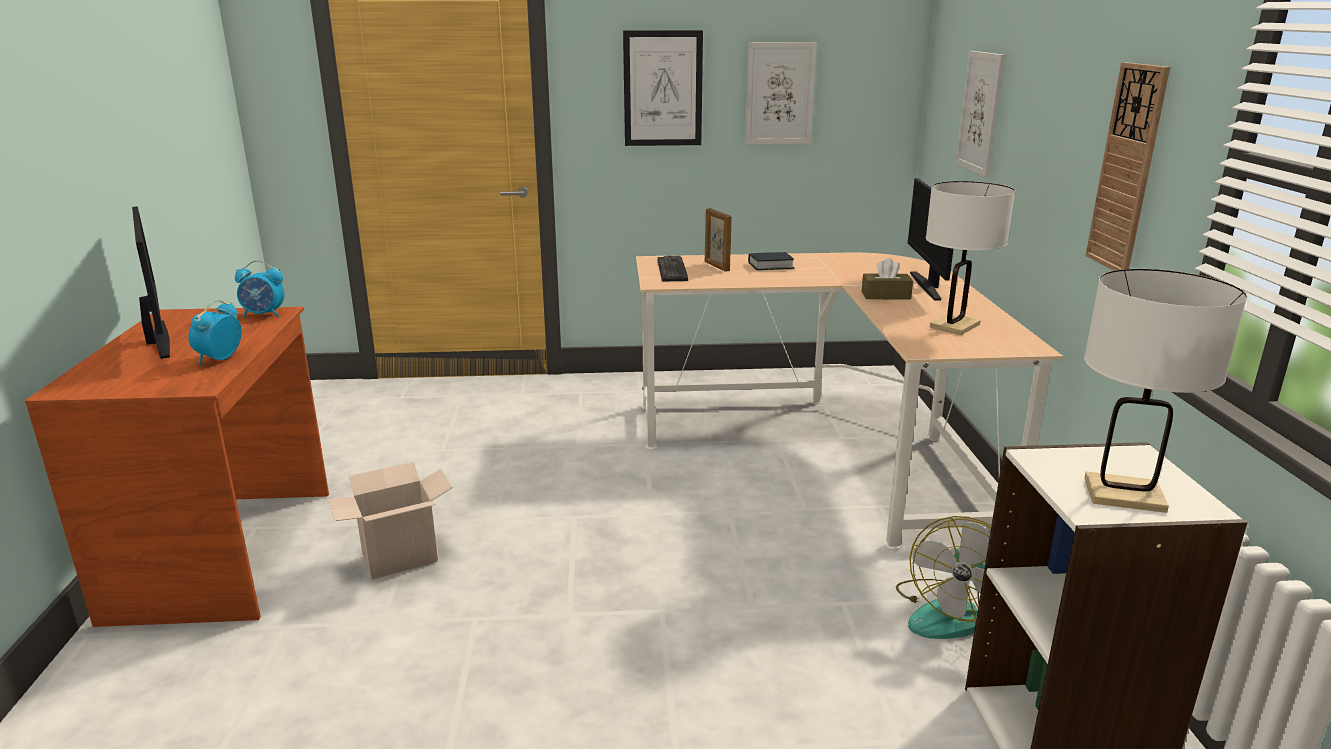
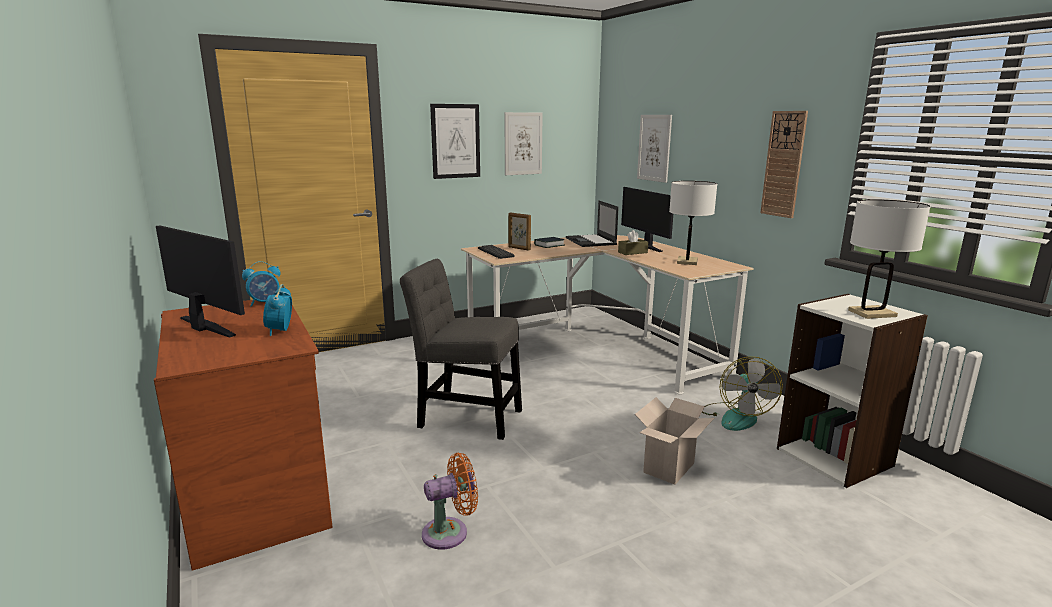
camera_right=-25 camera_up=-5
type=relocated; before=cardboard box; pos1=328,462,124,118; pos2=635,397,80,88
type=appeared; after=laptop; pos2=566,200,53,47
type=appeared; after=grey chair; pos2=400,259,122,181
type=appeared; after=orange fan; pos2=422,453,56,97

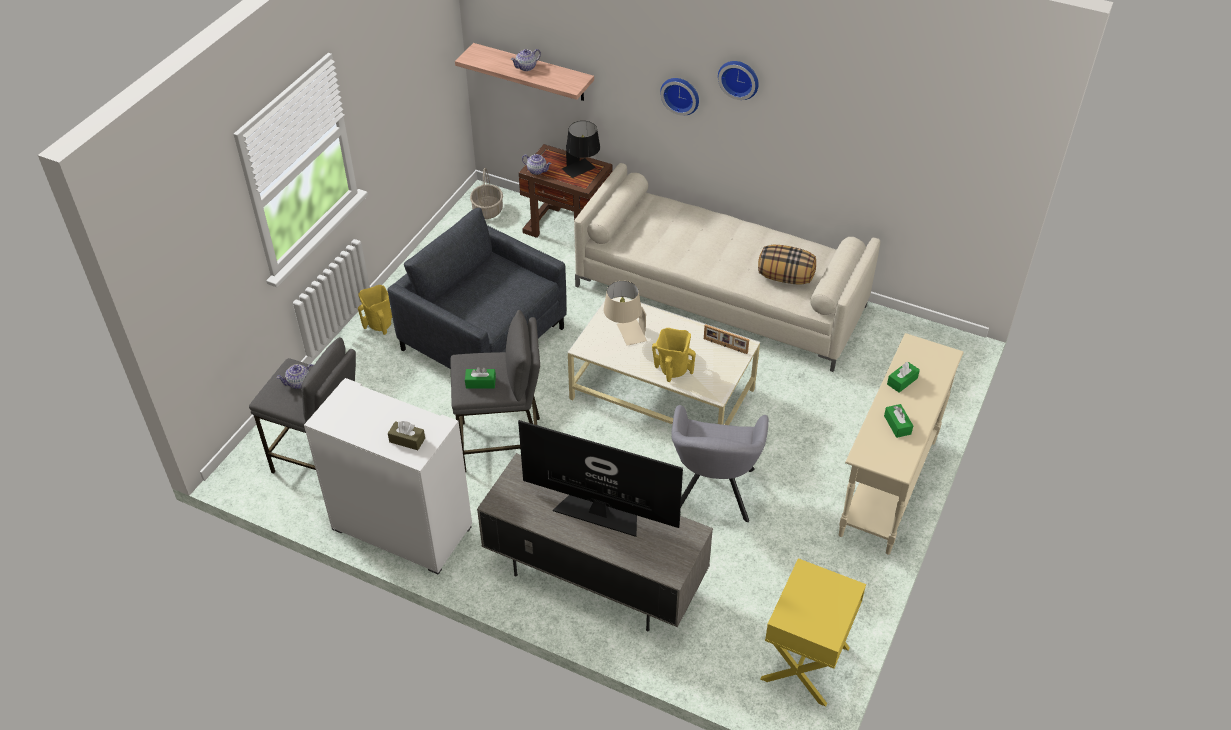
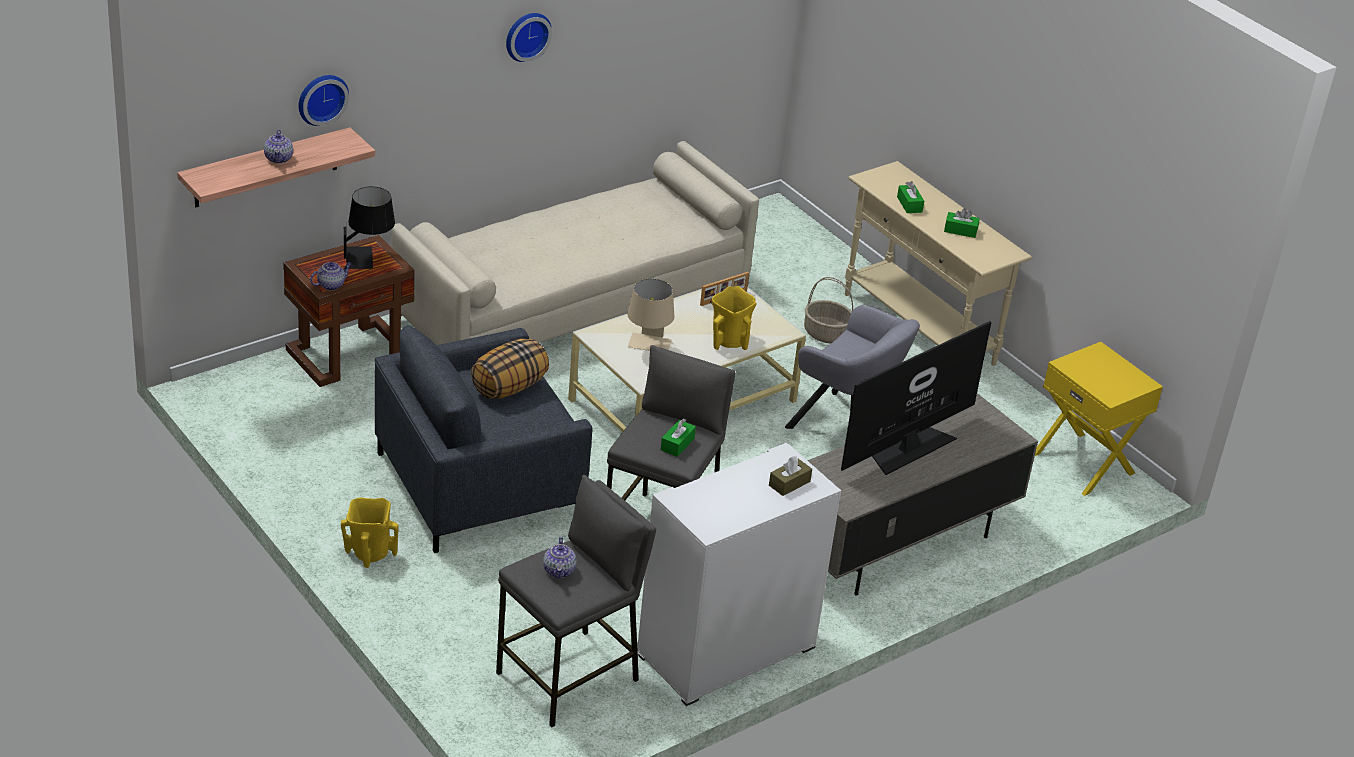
camera_right=-65 camera_up=-10
type=relocated; before=wall clock; pos1=660,78,39,38; pos2=299,75,50,51
type=relocated; before=basket; pos1=470,168,33,51; pos2=804,277,49,66
type=relocated; before=pillow; pos1=758,244,58,41; pos2=471,339,78,60

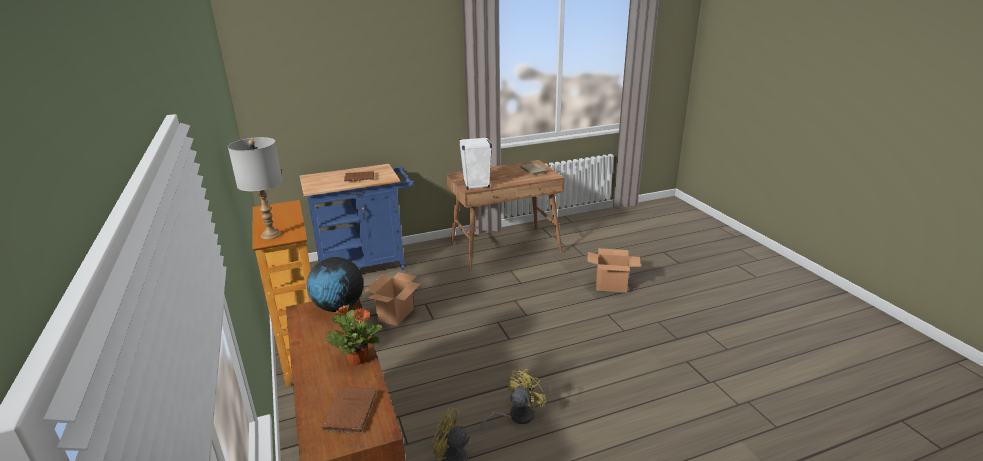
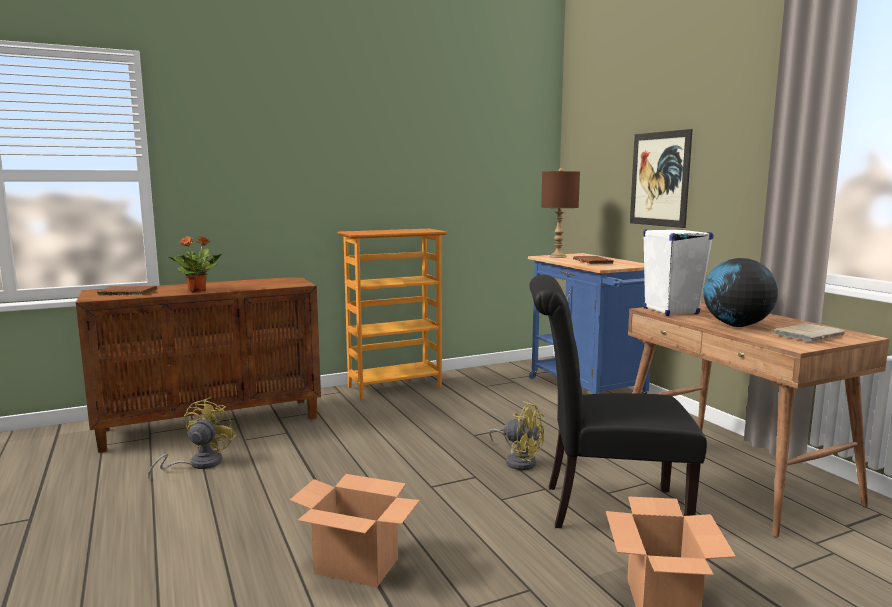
camera_right=85 camera_up=-15
type=missing; before=grey table lamp; pos1=228,137,55,103
type=relocated; before=globe; pos1=307,257,57,55; pos2=703,258,75,69
type=relocated; before=cardboard box; pos1=365,272,56,54; pos2=290,474,130,113
type=relocated; before=yellow fan; pos1=480,369,67,60; pos2=489,401,55,69
type=appeared; after=picture; pos2=630,129,63,99
type=appeared; after=brown table lamp; pos2=541,168,39,90
type=appeared; after=black chair; pos2=529,275,178,253

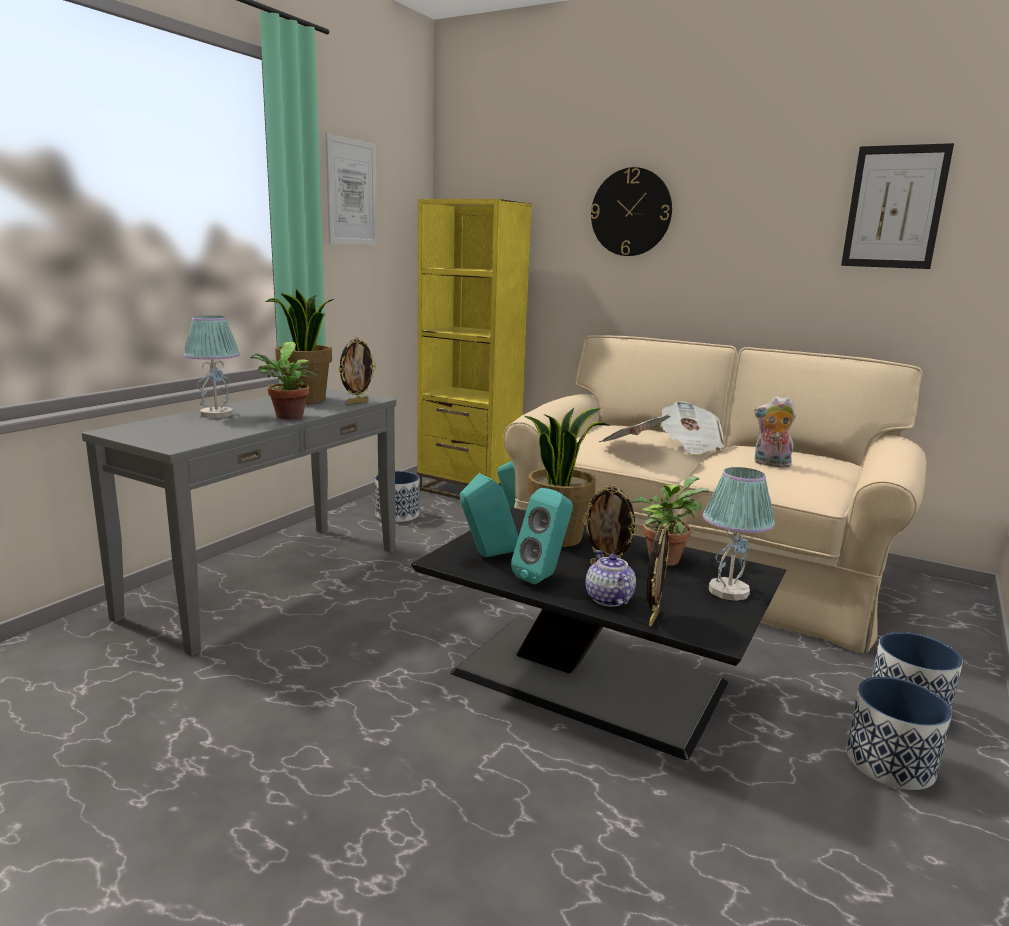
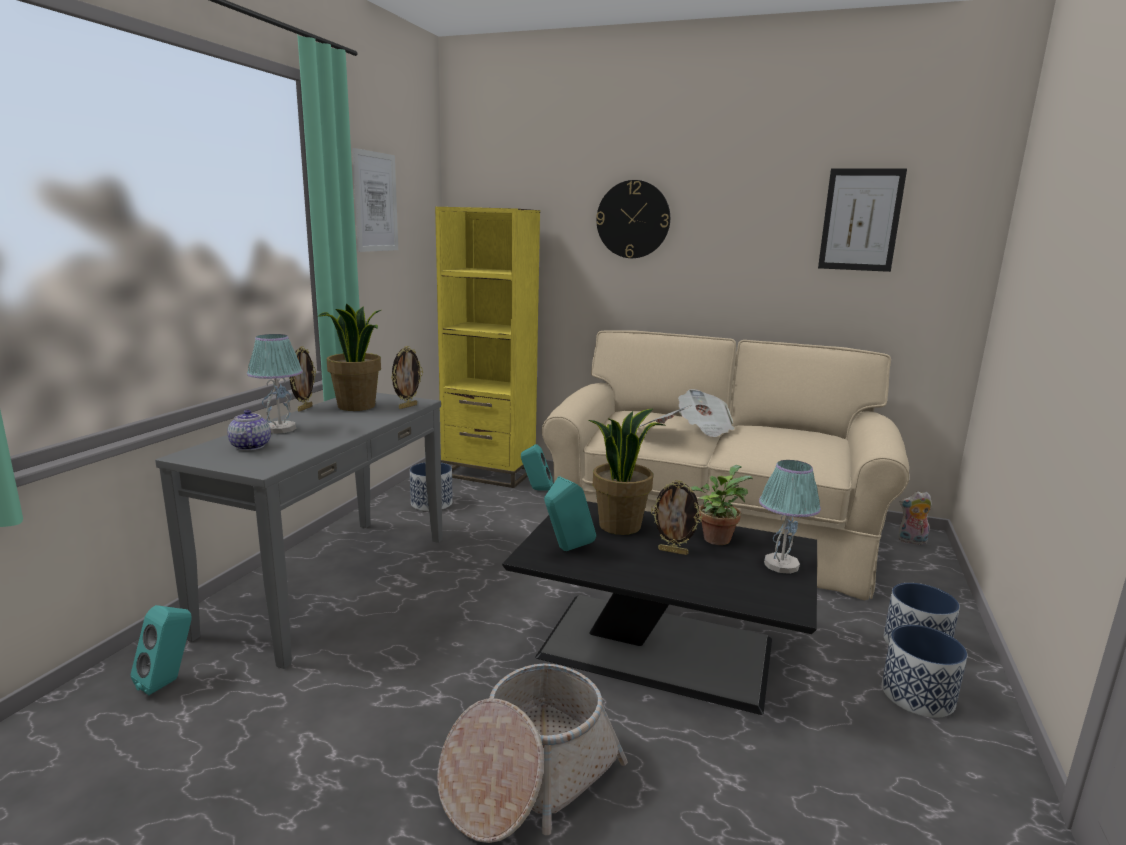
camera_right=-10 camera_up=0
type=missing; before=potted plant; pos1=250,342,68,78
type=relocated; before=plush toy; pos1=754,396,42,71; pos2=898,492,34,53
type=relocated; before=turquoise speaker; pos1=511,488,62,97; pos2=131,605,61,90
type=relocated; before=picture frame; pos1=647,523,22,104; pos2=289,346,27,66
type=relocated; before=teapot; pos1=585,550,51,57; pos2=227,410,44,41
type=appeared; after=basket; pos2=437,663,191,180

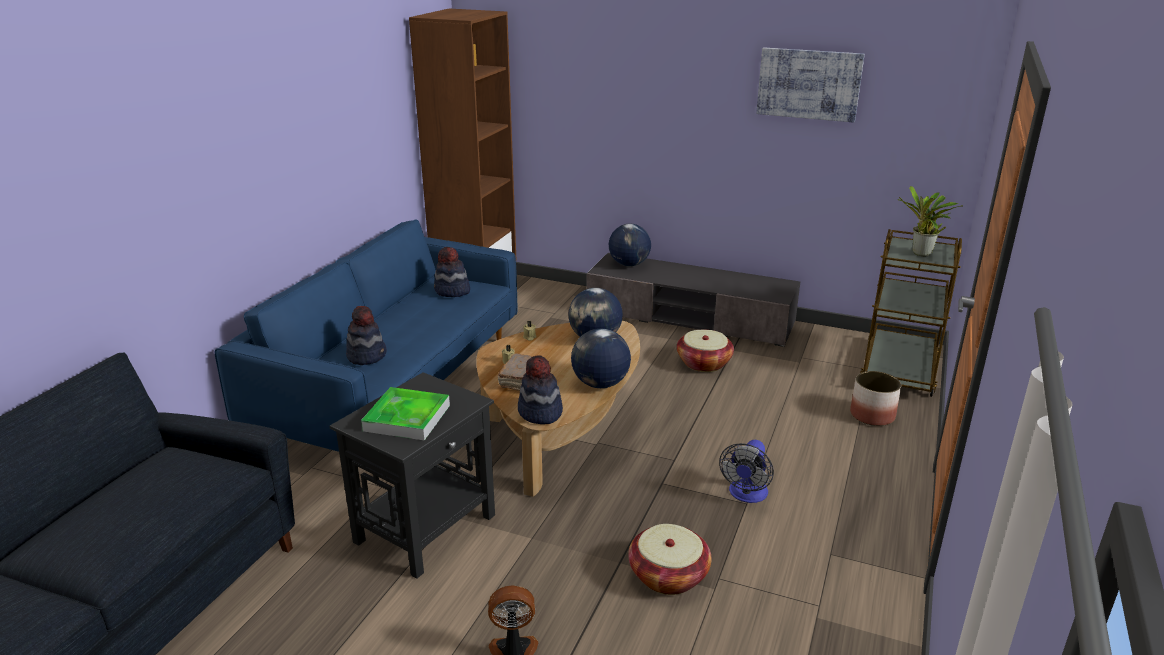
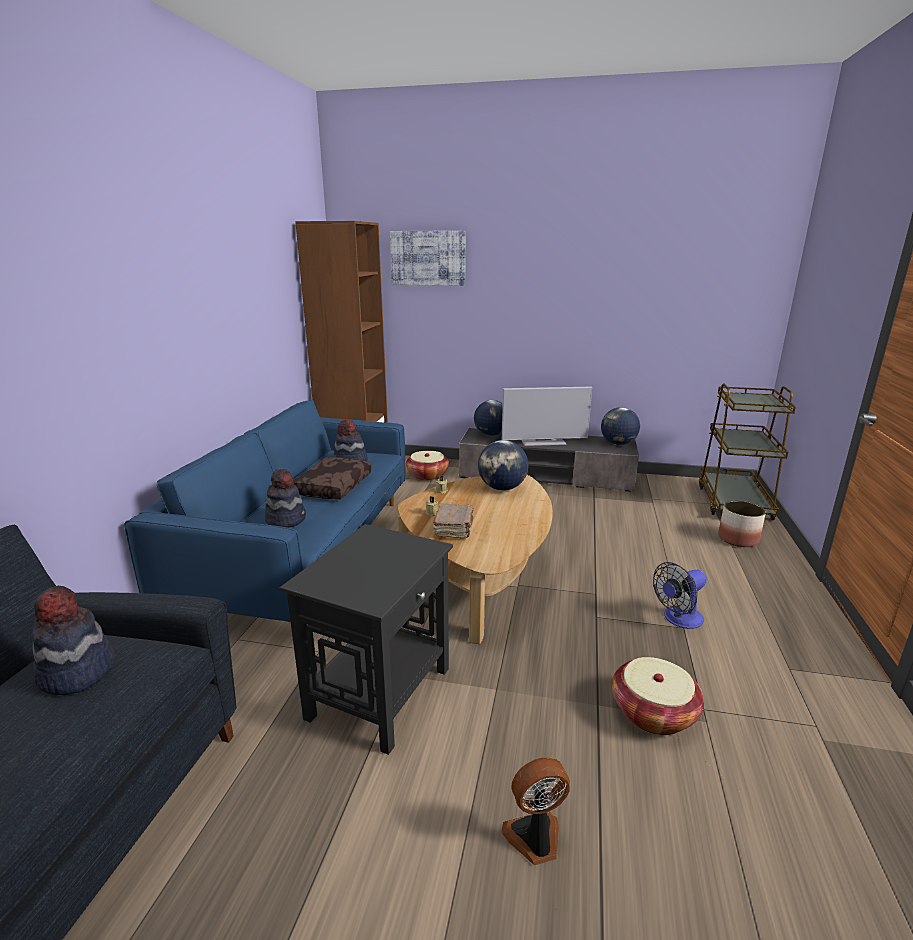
camera_right=-10 camera_up=-5
type=relocated; before=picture; pos1=756,47,109,76; pos2=390,231,76,55
type=missing; before=potted plant; pos1=898,186,65,70
type=relocated; before=globe; pos1=571,329,60,59; pos2=601,407,39,38
type=relocated; before=basket; pos1=677,330,57,42; pos2=406,451,43,30
type=relocated; before=hat; pos1=518,355,45,69; pos2=32,586,83,109
type=missing; before=tray; pos1=361,387,89,54
type=spun; before=fan; pos1=719,440,55,63; pos2=653,562,54,67; turn=45
type=appeared; after=television; pos2=502,386,90,60
type=appeared; after=brown pillow; pos2=294,457,78,42

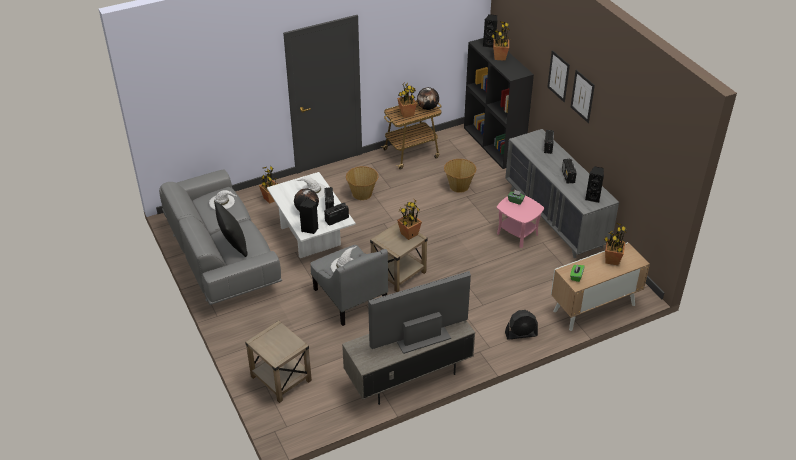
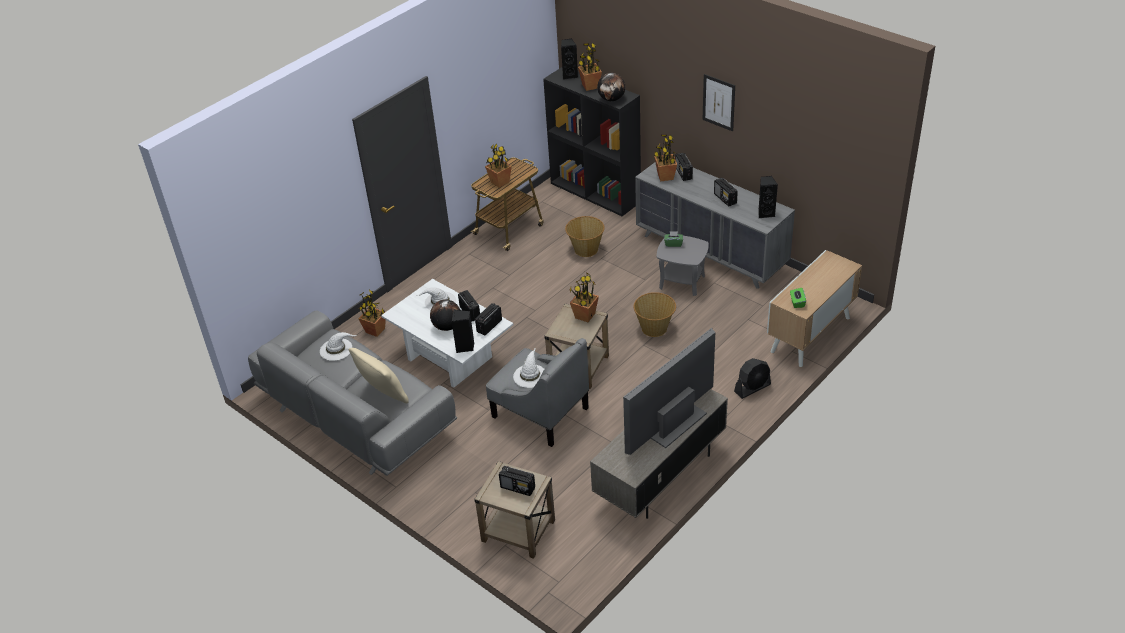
camera_right=-20 camera_up=0
type=missing; before=picture; pos1=547,50,23,52
type=relocated; before=globe; pos1=417,87,22,23; pos2=597,73,29,28
type=relocated; before=basket; pos1=346,166,32,34; pos2=634,292,42,45
type=colour; before=pink side table; after=grey side table; pos1=497,196,47,52; pos2=657,236,52,60
type=colour; before=black pillow; after=beige pillow; pos1=215,202,32,55; pos2=349,348,60,55
type=relocated; before=potted plant; pos1=604,223,23,42; pos2=654,135,23,47
type=appeared; after=radio; pos2=499,466,36,30

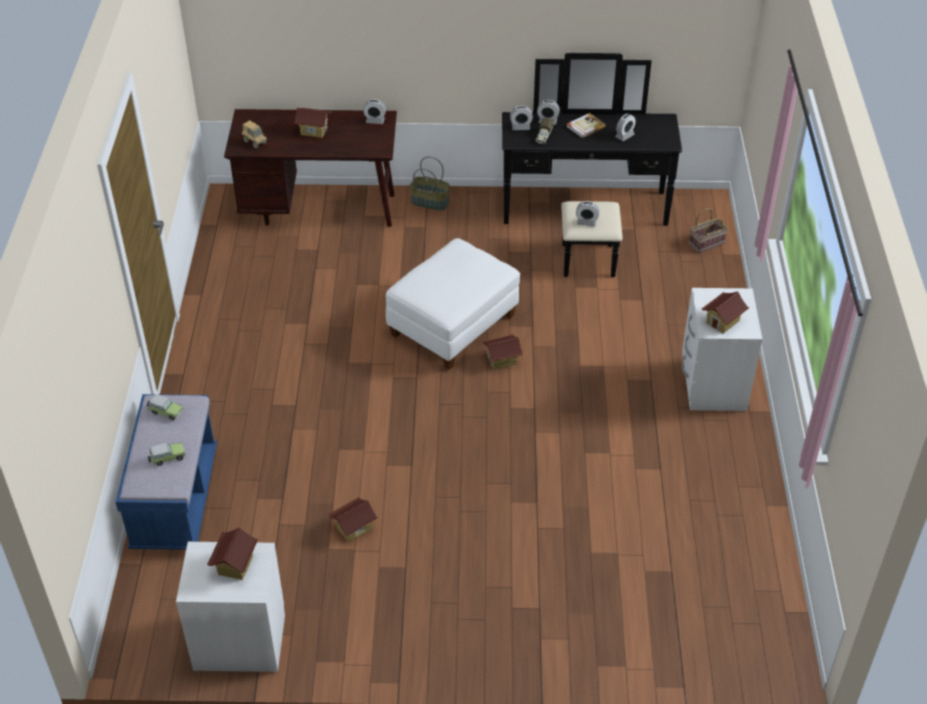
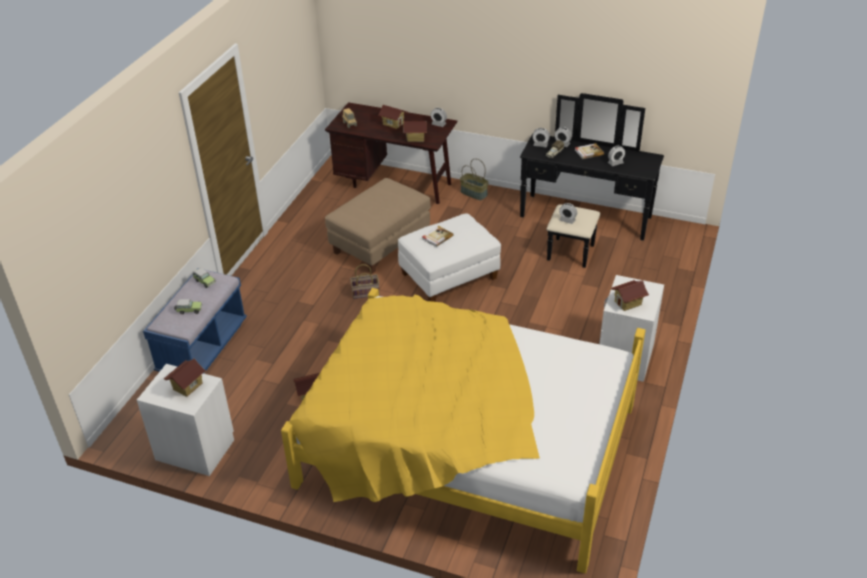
camera_right=20 camera_up=-5
type=relocated; before=basket; pos1=689,208,39,45; pos2=350,264,30,35
type=relocated; before=toy house; pos1=482,335,41,35; pos2=404,121,23,21
type=appeared; after=beige ottoman; pos2=325,178,106,96
type=appeared; after=book; pos2=422,226,31,21
type=appeared; after=yellow bed; pos2=281,288,365,286

